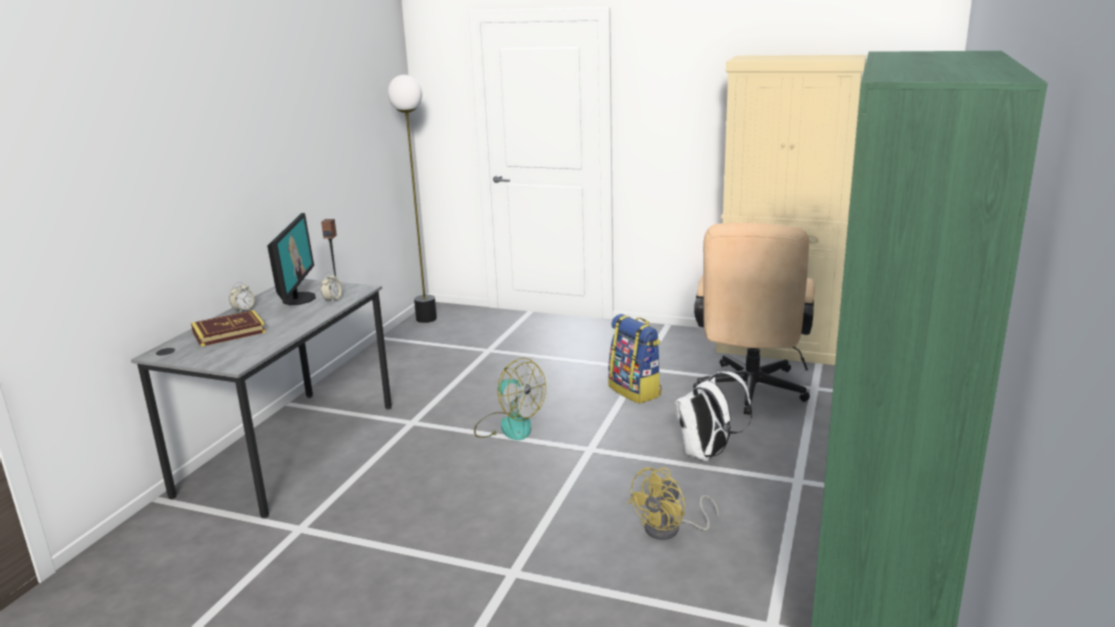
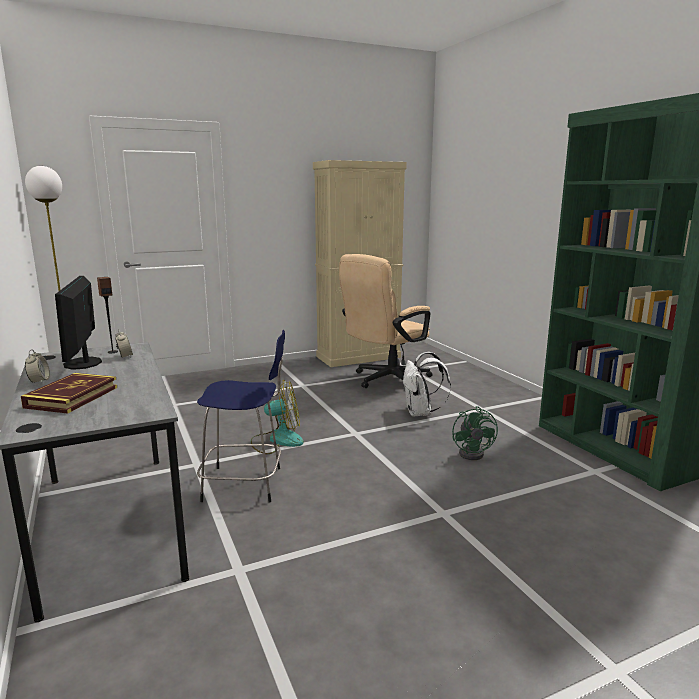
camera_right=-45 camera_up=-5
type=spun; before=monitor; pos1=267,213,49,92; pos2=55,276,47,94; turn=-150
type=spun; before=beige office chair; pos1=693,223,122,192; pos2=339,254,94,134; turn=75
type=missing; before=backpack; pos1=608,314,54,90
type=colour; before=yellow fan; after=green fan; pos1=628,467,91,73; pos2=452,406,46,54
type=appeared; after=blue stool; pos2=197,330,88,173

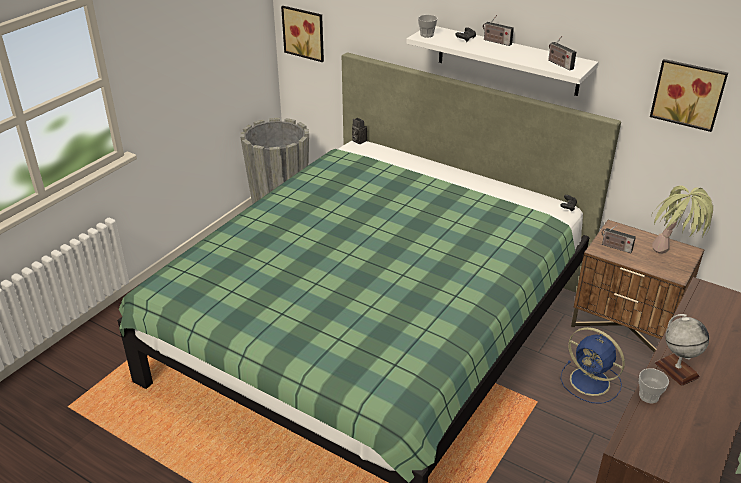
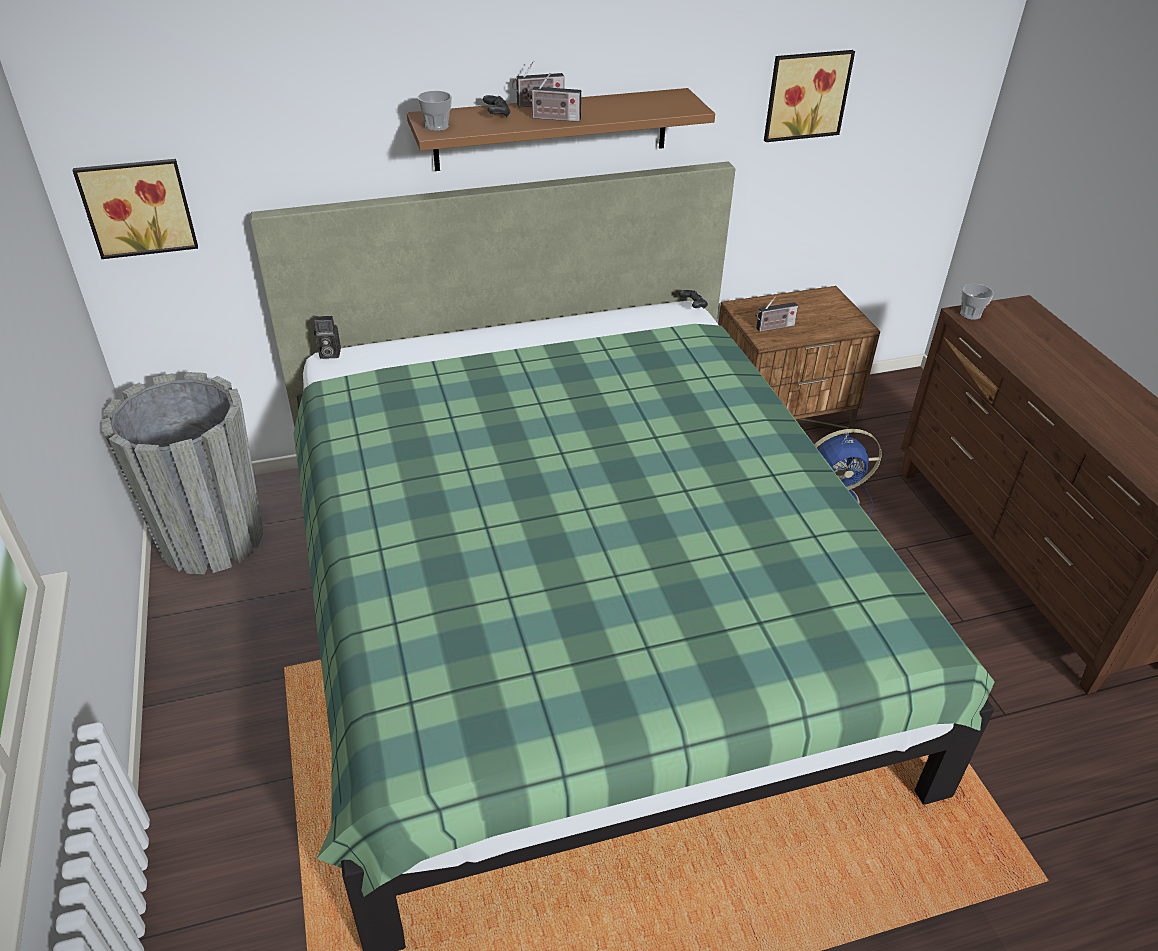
camera_right=-50 camera_up=5
type=colour; before=white shelf; after=brown shelf; pos1=406,26,192,70; pos2=407,88,308,83
type=relocated; before=radio; pos1=548,36,28,35; pos2=527,73,54,49
type=missing; before=potted plant; pos1=652,185,61,69
type=missing; before=globe; pos1=655,314,54,72
type=relocated; before=cup; pos1=639,368,30,35; pos2=960,284,34,36

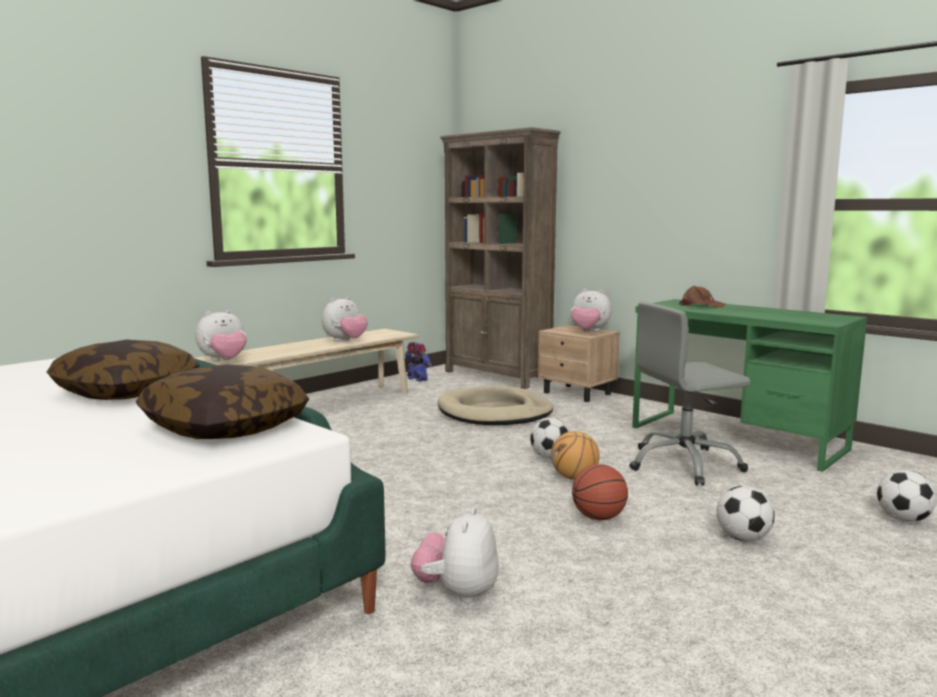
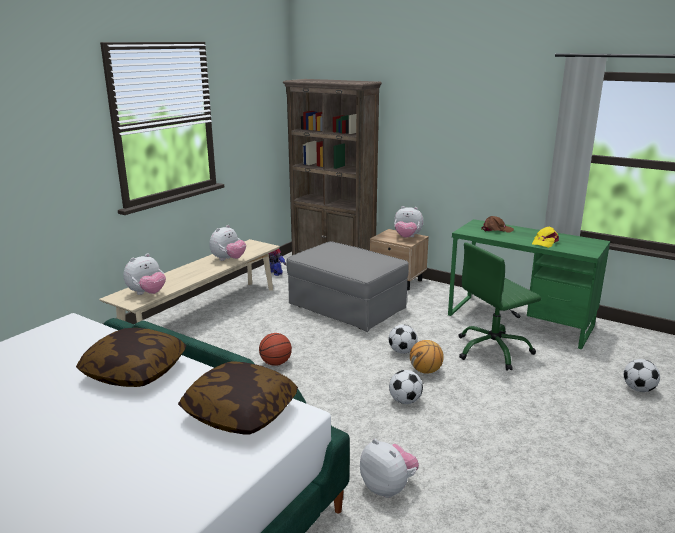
camera_right=-10 camera_up=10
type=colour; before=grey office chair; after=green office chair; pos1=629,302,122,184; pos2=459,242,82,129
type=exchanged; before=beige dog bed; after=grey ottoman; pos1=438,386,115,39; pos2=287,241,122,91
type=relocated; before=basketball; pos1=572,464,56,56; pos2=259,333,33,33
type=relocated; before=football; pos1=716,486,59,56; pos2=389,370,34,34
type=spun; before=plush toy; pos1=411,507,87,96; pos2=360,439,59,59; turn=135
type=appeared; after=yellow cap; pos2=532,227,27,21

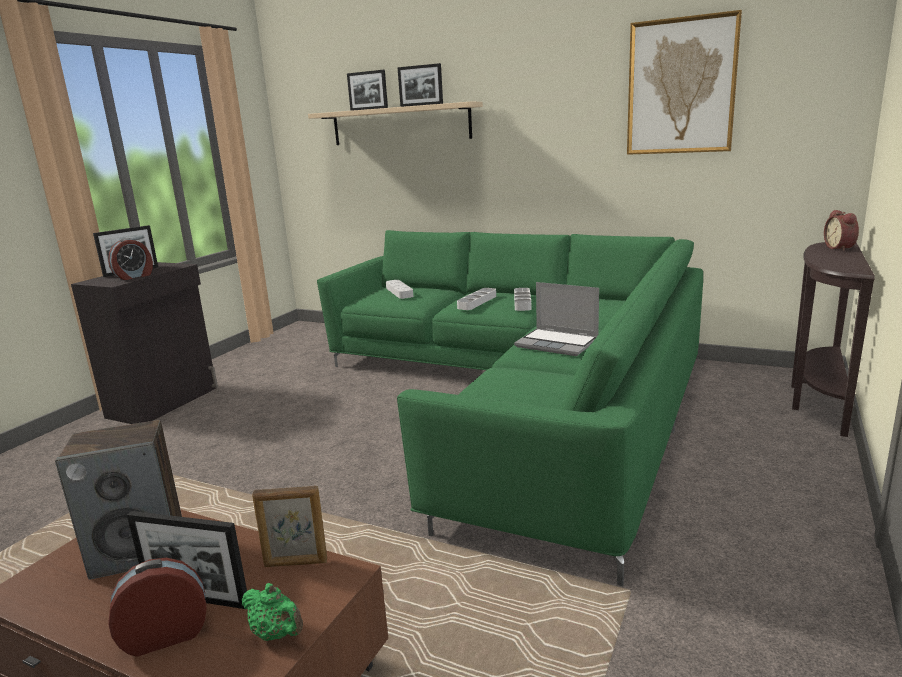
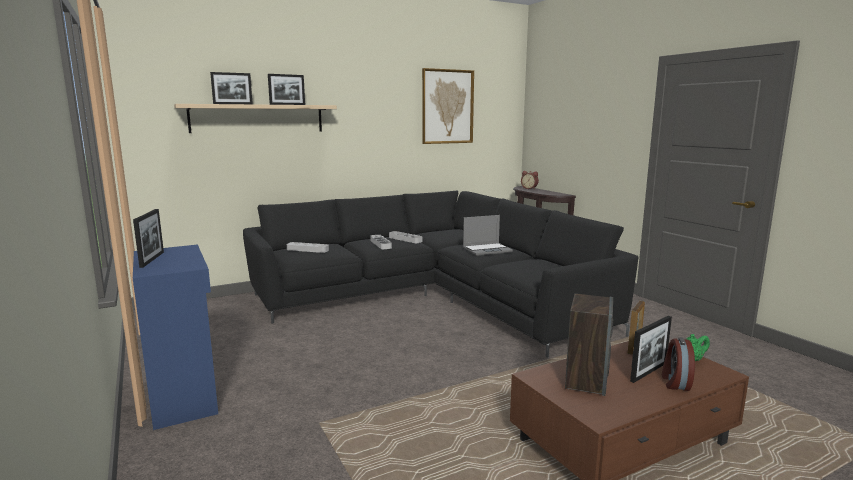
camera_right=-55 camera_up=-5
type=colour; before=green sofa; after=black sofa; pos1=317,230,386,356; pos2=243,191,395,167
type=missing; before=alarm clock; pos1=108,238,45,42
type=colour; before=black cabinet; after=blue cabinet; pos1=71,262,147,162; pos2=133,244,85,186

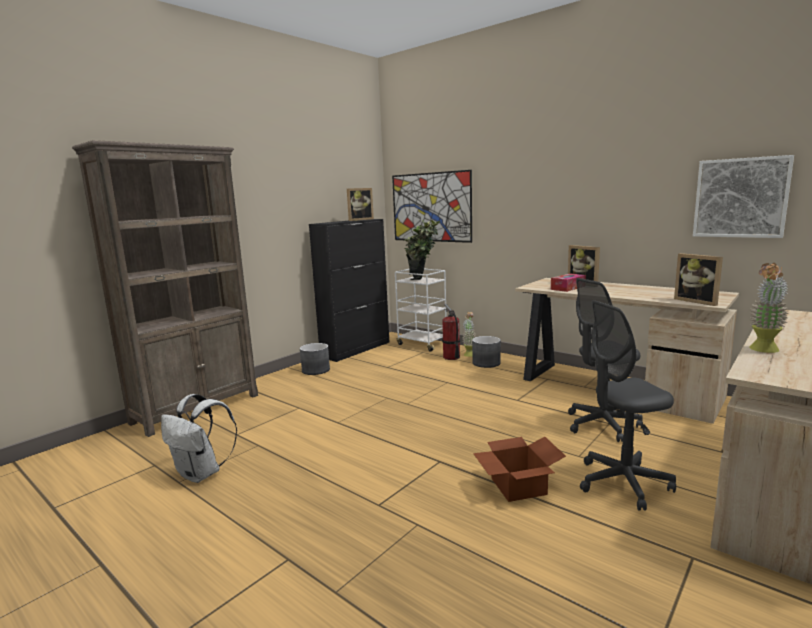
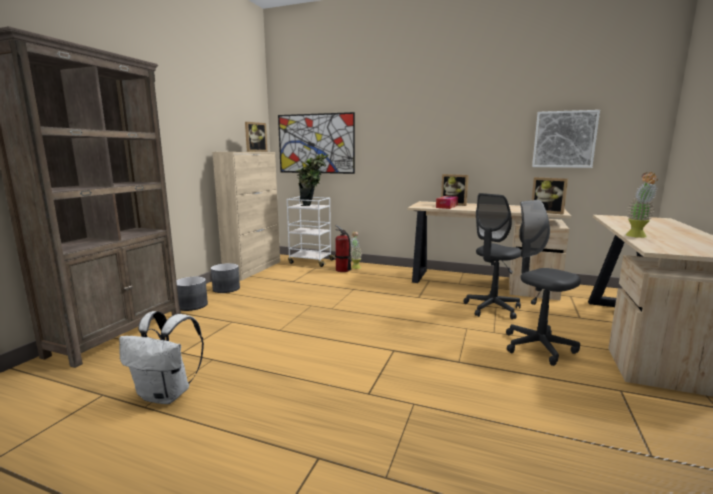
camera_right=-20 camera_up=0
type=colour; before=black cabinet; after=beige cabinet; pos1=309,219,80,143; pos2=212,152,68,129
type=spun; before=grey office chair; pos1=580,300,96,211; pos2=506,200,75,166; turn=90
type=relocated; before=grey planter; pos1=472,336,29,32; pos2=176,277,32,34
type=missing; before=cardboard box; pos1=473,437,93,65

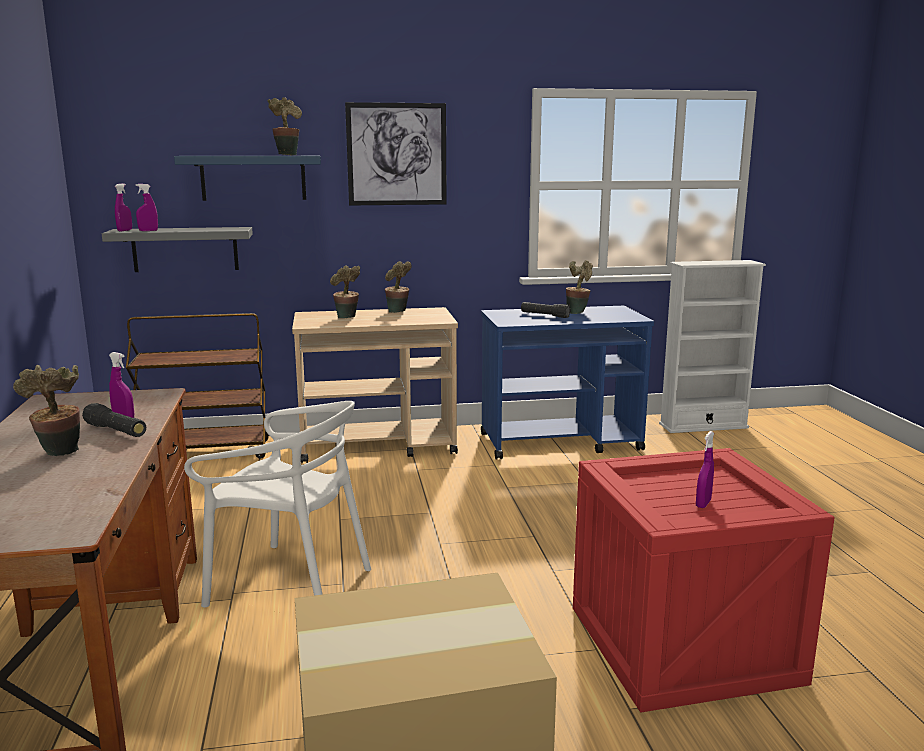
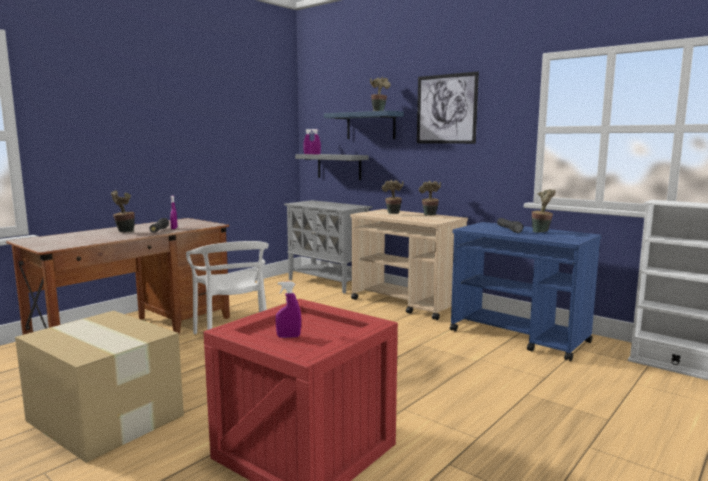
camera_right=50 camera_up=-5
type=exchanged; before=brown cart; after=grey cabinet; pos1=126,313,143,146; pos2=284,200,88,94

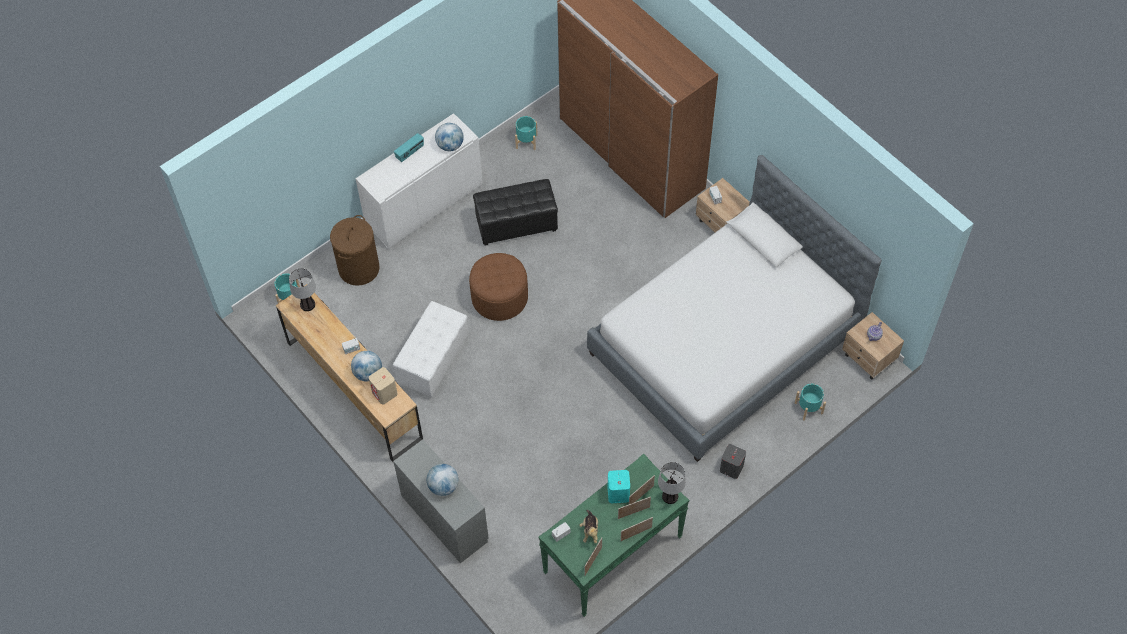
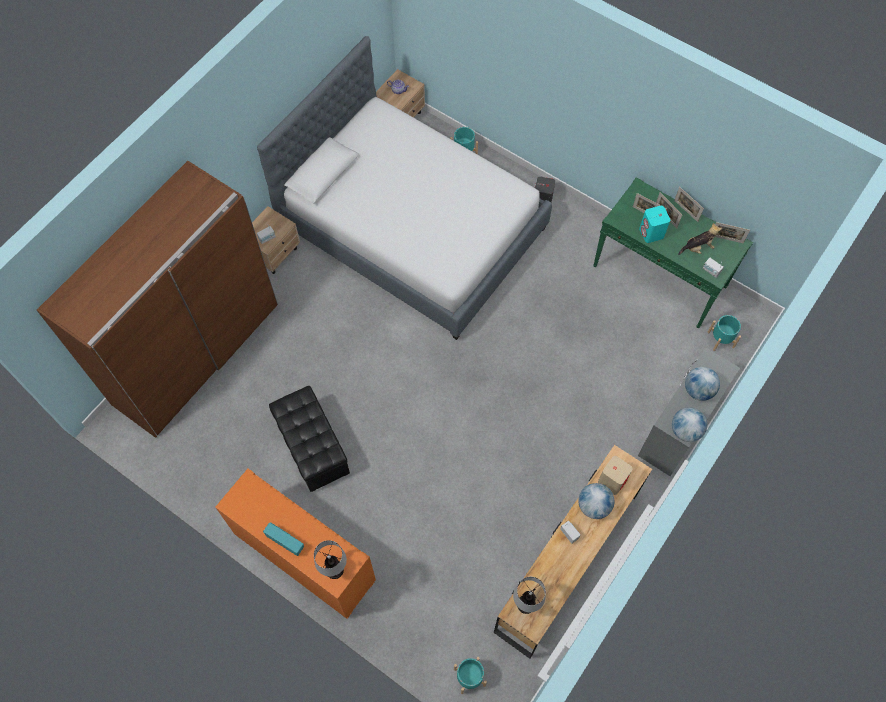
camera_right=-105 camera_up=5
type=colour; before=white cabinet; after=orange cabinet; pos1=356,113,127,136; pos2=215,469,161,150
type=relocated; before=turquoise planter; pos1=515,116,23,34; pos2=707,315,34,36
type=relocated; before=globe; pos1=435,123,29,28; pos2=672,407,35,35
type=missing; before=brown laundry basket; pos1=330,215,50,71
type=missing; before=brown ottoman; pos1=469,253,59,68
type=missing; before=white ottoman; pos1=393,301,75,97
type=relocated; before=table lamp; pos1=658,462,28,42; pos2=314,540,33,39

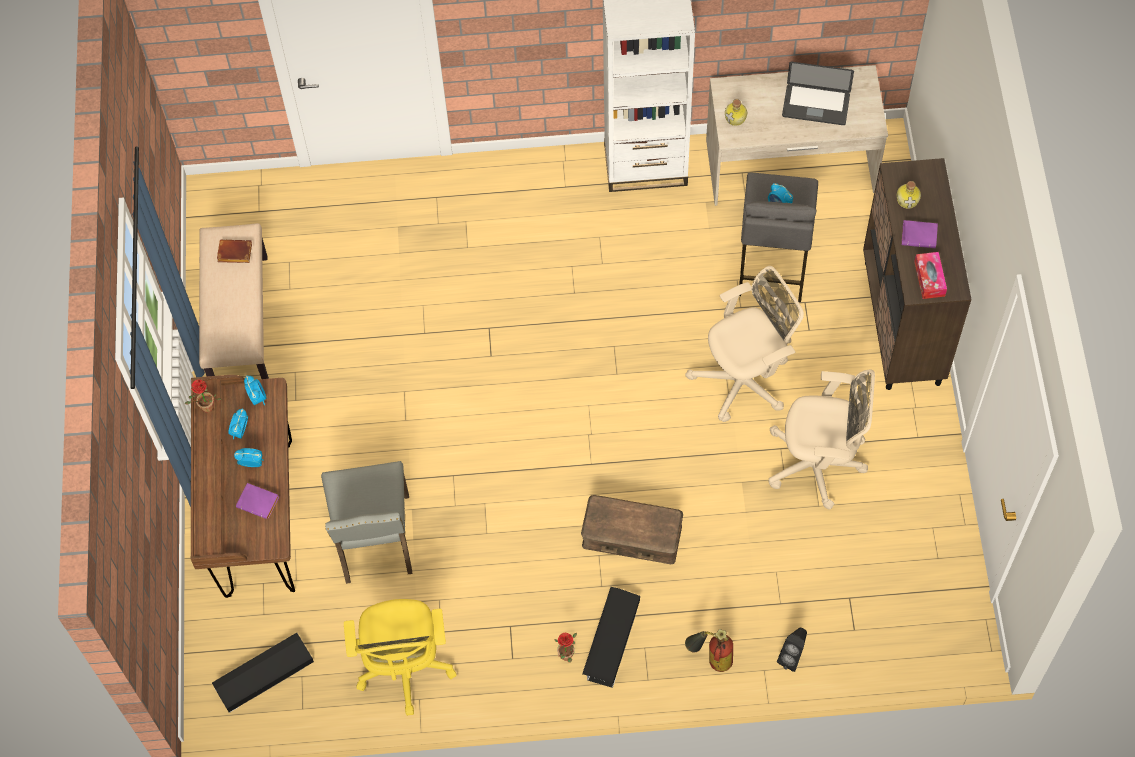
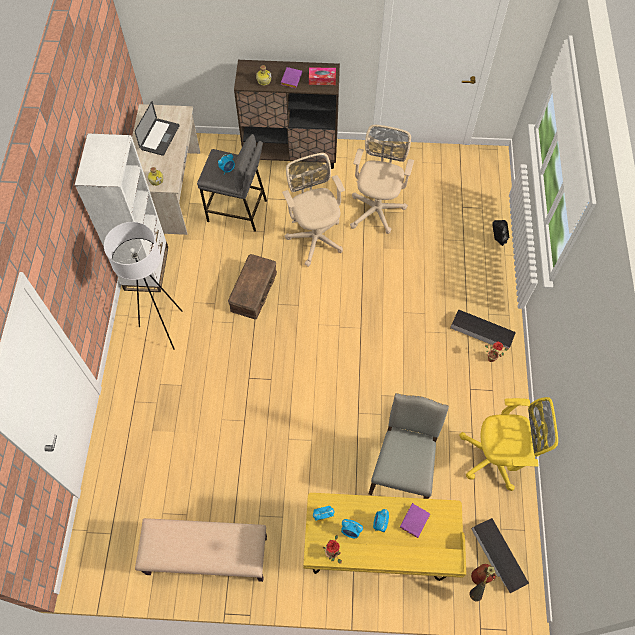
camera_right=-85 camera_up=0
type=missing; before=brown book; pos1=217,240,35,23
type=colour; before=brown desk; after=yellow desk; pos1=191,375,104,223; pos2=304,493,162,88
type=spun; before=grey chair; pos1=321,461,92,123; pos2=369,393,80,106; turn=-75
type=relocated; before=brown storage box; pos1=581,495,102,69; pos2=228,254,49,65
type=relocated; before=fire extinguisher; pos1=685,629,48,43; pos2=469,564,27,38
type=appeared; after=white floor lamp; pos2=104,222,79,128

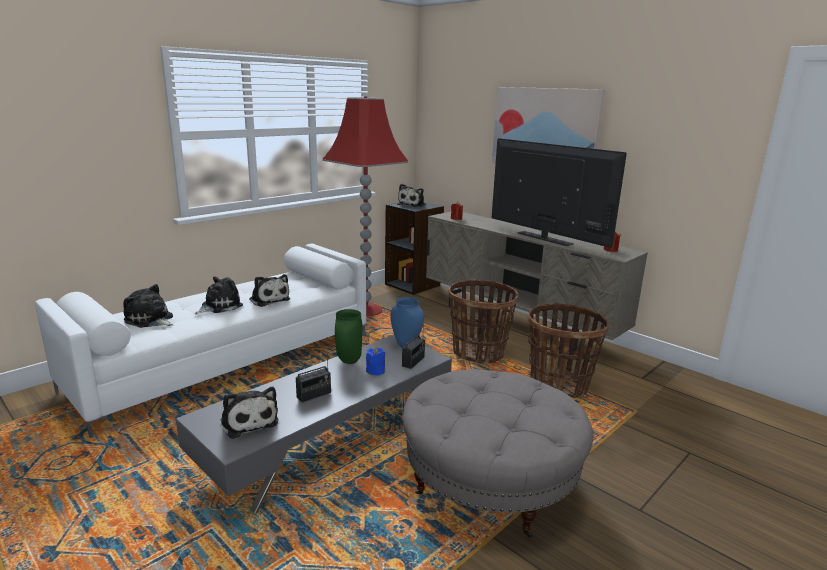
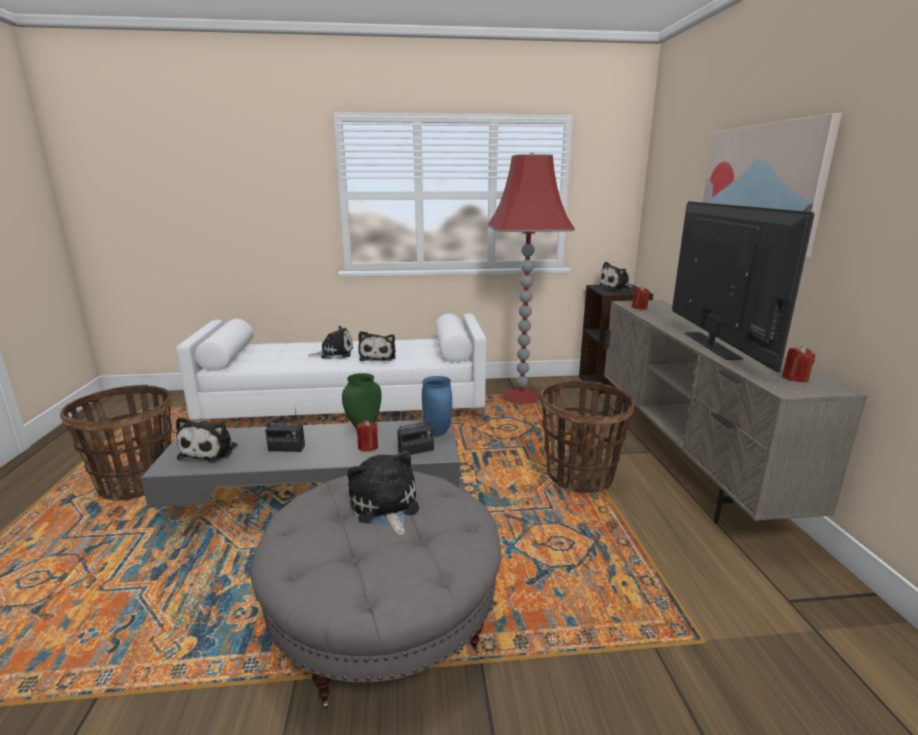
camera_right=40 camera_up=0
type=relocated; before=plush toy; pos1=123,284,50,44; pos2=347,451,72,84
type=relocated; before=basket; pos1=528,303,81,95; pos2=60,385,112,116
type=colour; before=blue candle; after=red candle; pos1=366,347,19,29; pos2=357,420,21,32

